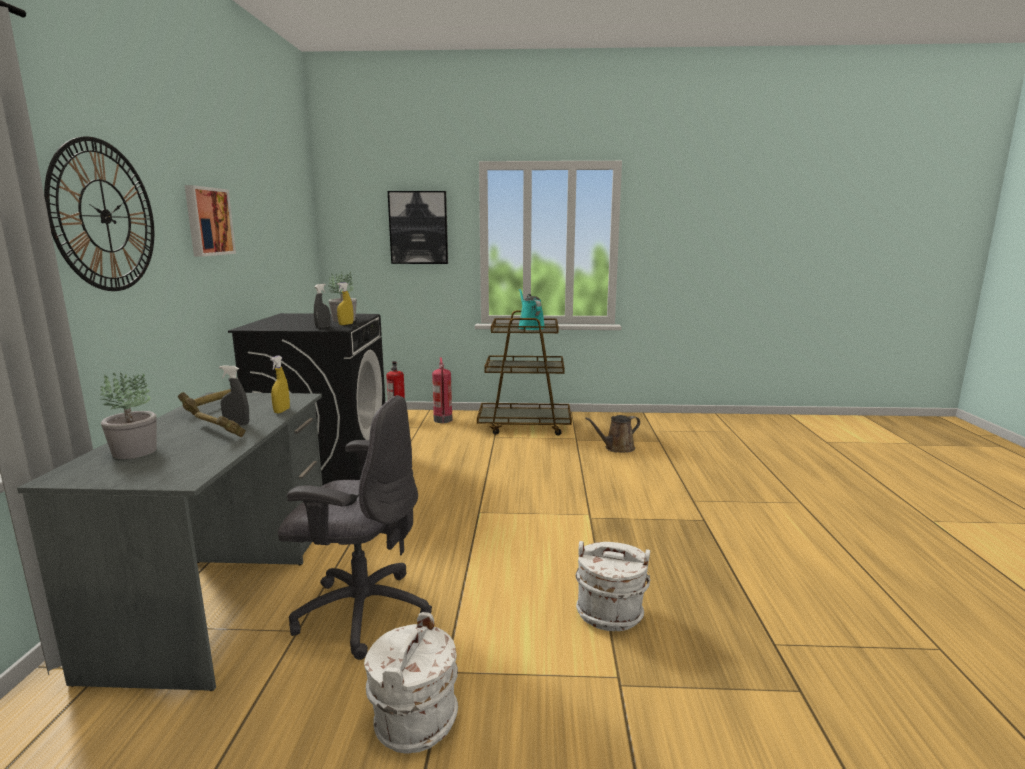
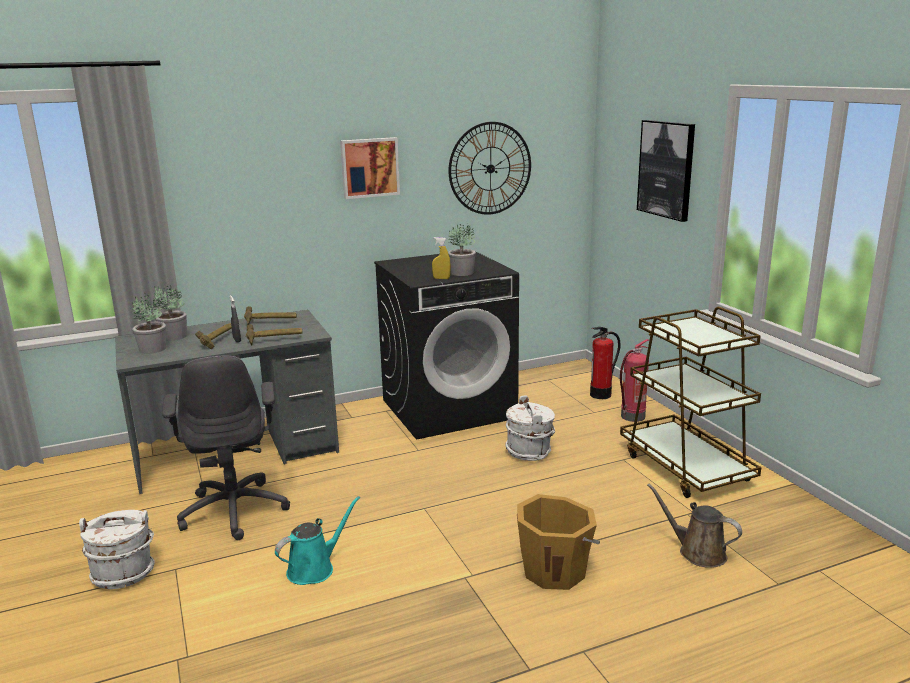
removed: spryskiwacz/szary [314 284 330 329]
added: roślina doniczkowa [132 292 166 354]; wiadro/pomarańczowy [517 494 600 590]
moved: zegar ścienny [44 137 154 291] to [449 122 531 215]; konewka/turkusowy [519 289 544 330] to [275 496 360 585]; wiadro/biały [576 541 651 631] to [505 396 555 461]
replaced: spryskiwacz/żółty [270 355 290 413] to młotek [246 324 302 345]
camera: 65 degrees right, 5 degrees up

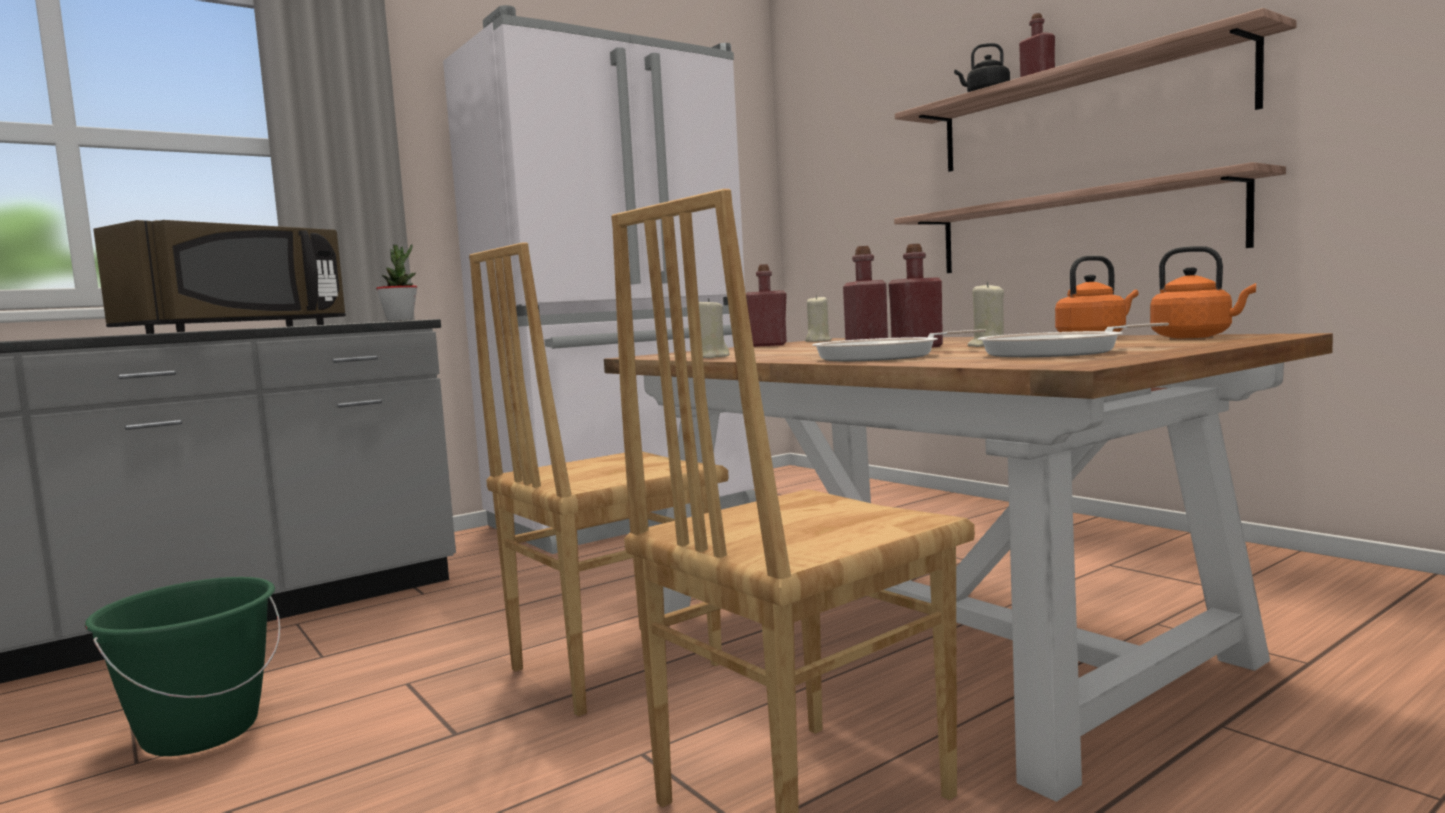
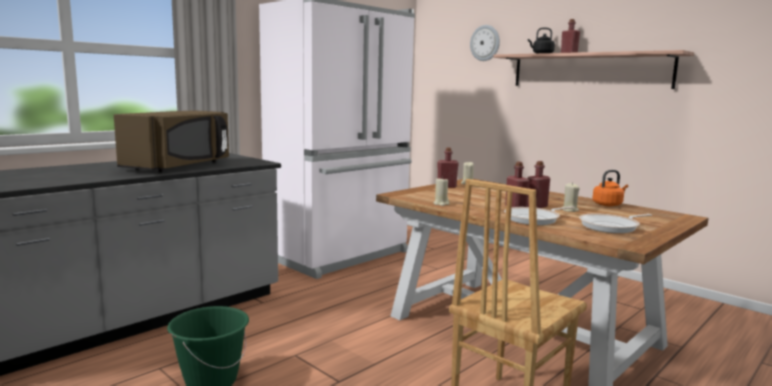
removed: roślina doniczkowa [376 244 417 321]; krzesło/brązowy [469 242 729 717]; półka [894 162 1286 273]; czajnik/pomarańczowy [1150 246 1256 338]
added: zegar ścienny [470 25 500 61]
camera: 10 degrees left, 5 degrees up

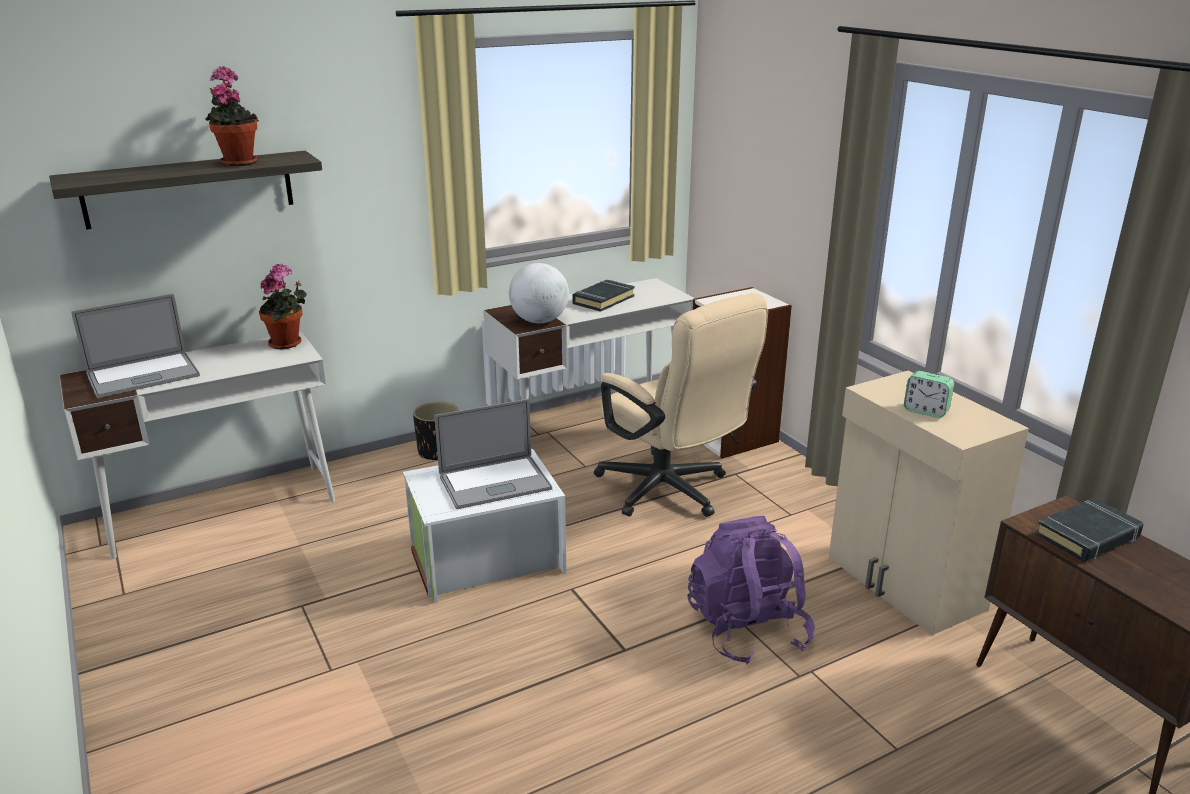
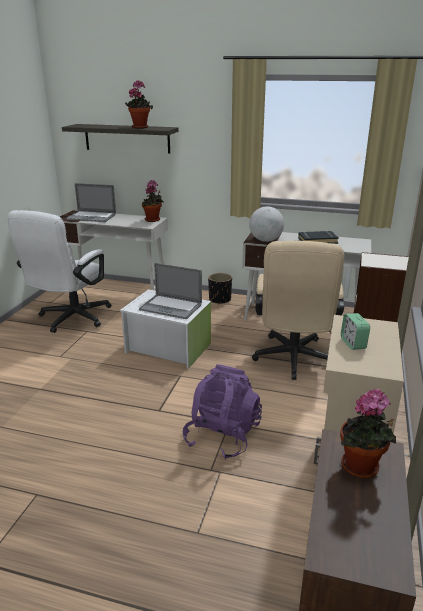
added: krzesło biurowe/biały [7 210 111 333]
replaced: książka/czarny [1035 497 1144 562] to roślina doniczkowa [340 389 396 478]
camera: 45 degrees right, 0 degrees up

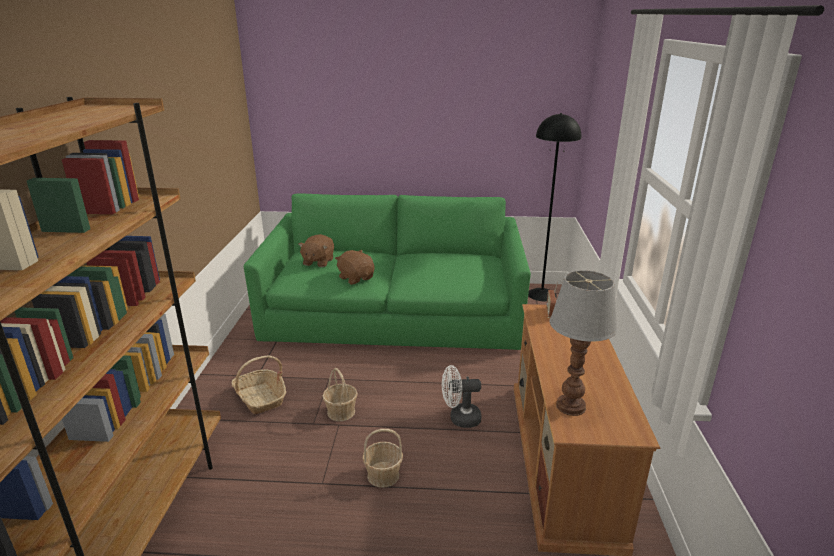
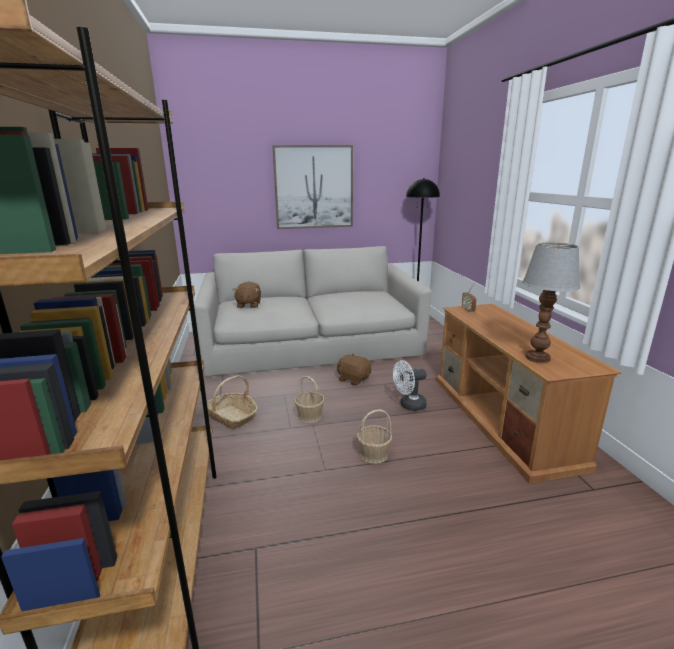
added: obraz [273 145 353 229]
moved: pluszak/brązowy [335 250 374 285] to [337 354 372 386]
recoloured: kanapa/zielony [244 193 531 350] to kanapa/szary [194 246 432 377]
camera: 15 degrees left, 5 degrees down

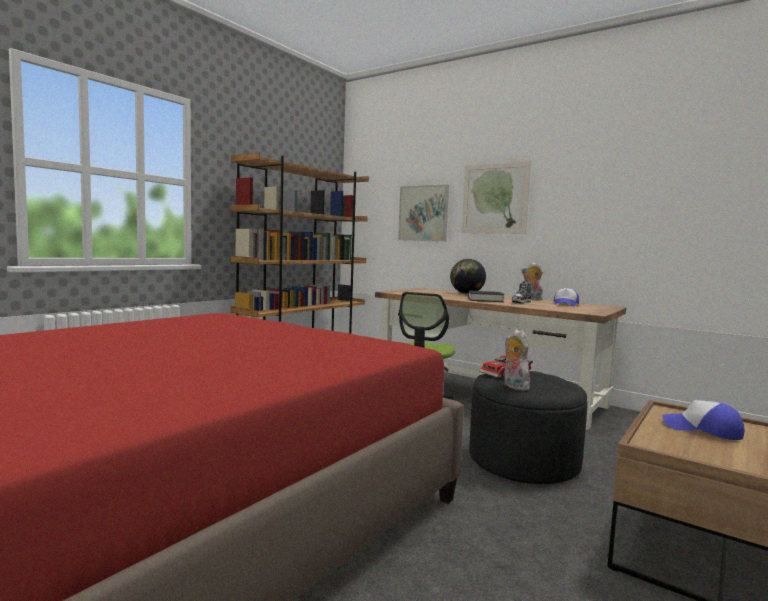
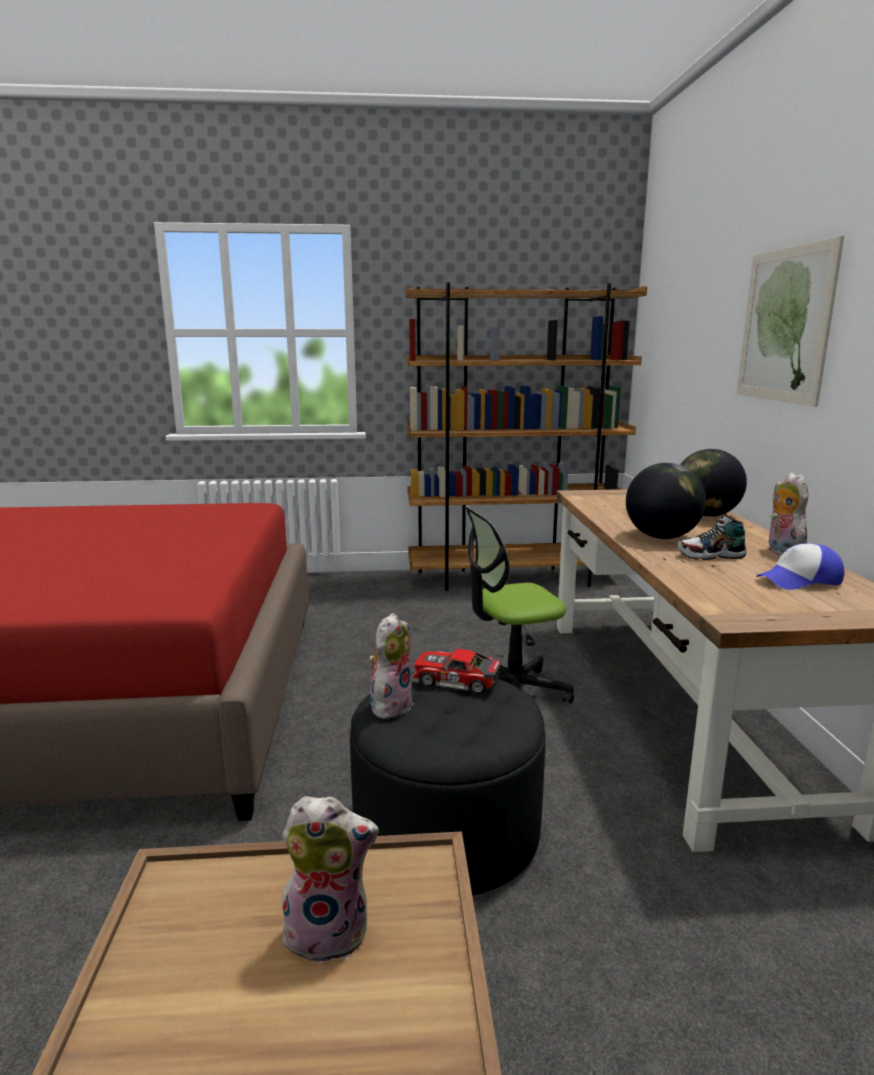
removed: obraz [398 185 449 242]
replaced: książka/czarny [468 291 505 302] to globus [626 463 706 539]; czapka z daszkiem [662 400 745 440] to pluszak [282 796 379 964]
camera: 50 degrees right, 10 degrees up

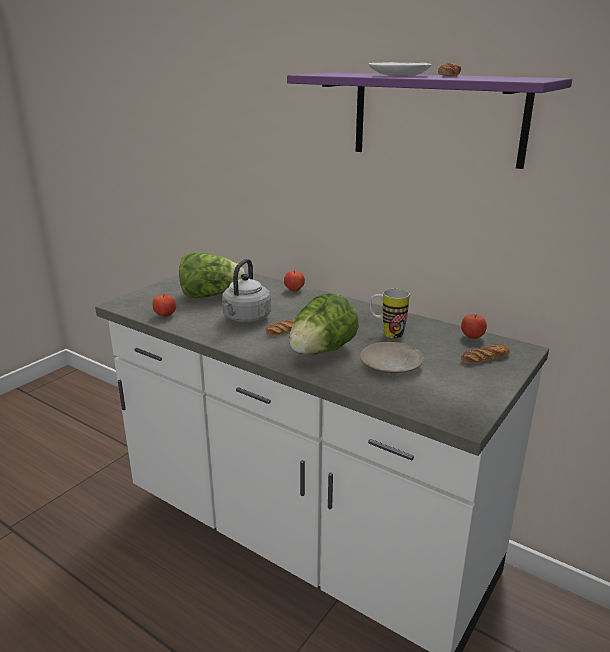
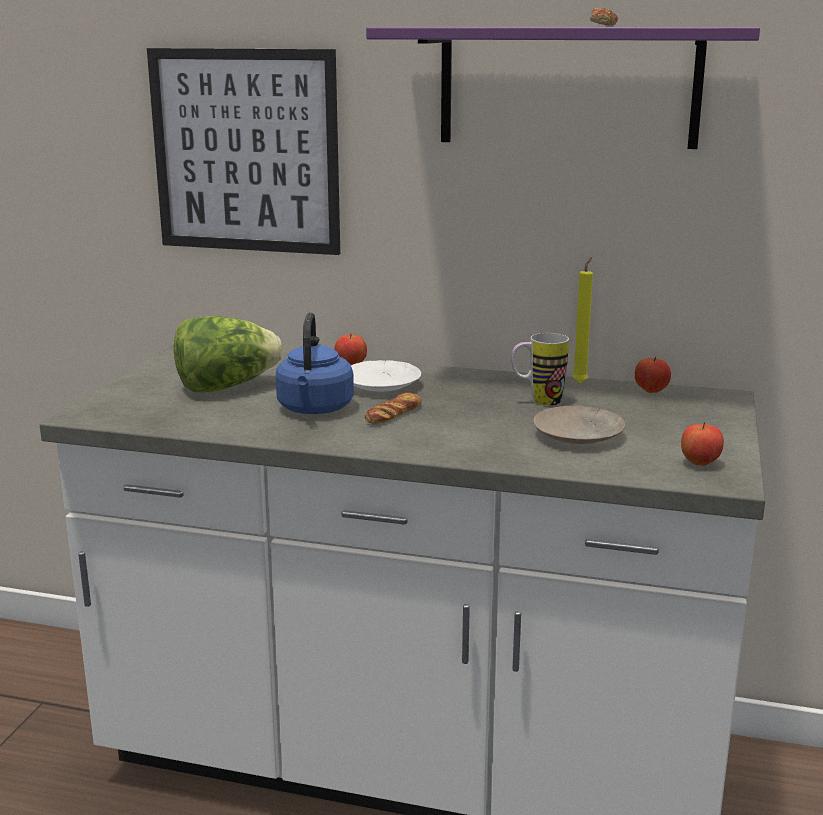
removed: sałata [289 293 359 355]; chleb [461 344 510 364]
added: obraz [147 48 340 255]; świeca/żółty [572 257 593 383]
moved: jabłko [152 294 176 317] to [681 422 724 466]; talerz/biały [368 62 432 76] to [351 360 421 392]
recoloured: czajnik/szary [222 259 271 323] to czajnik/niebieski [276 312 354 414]
camera: 20 degrees left, 5 degrees down

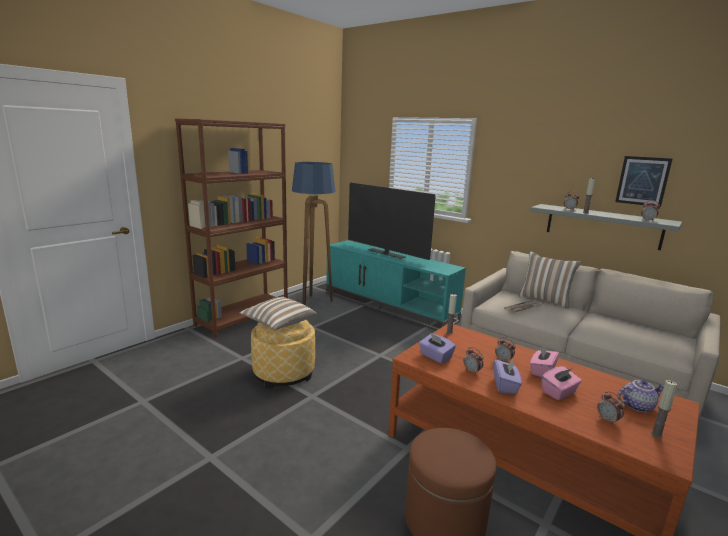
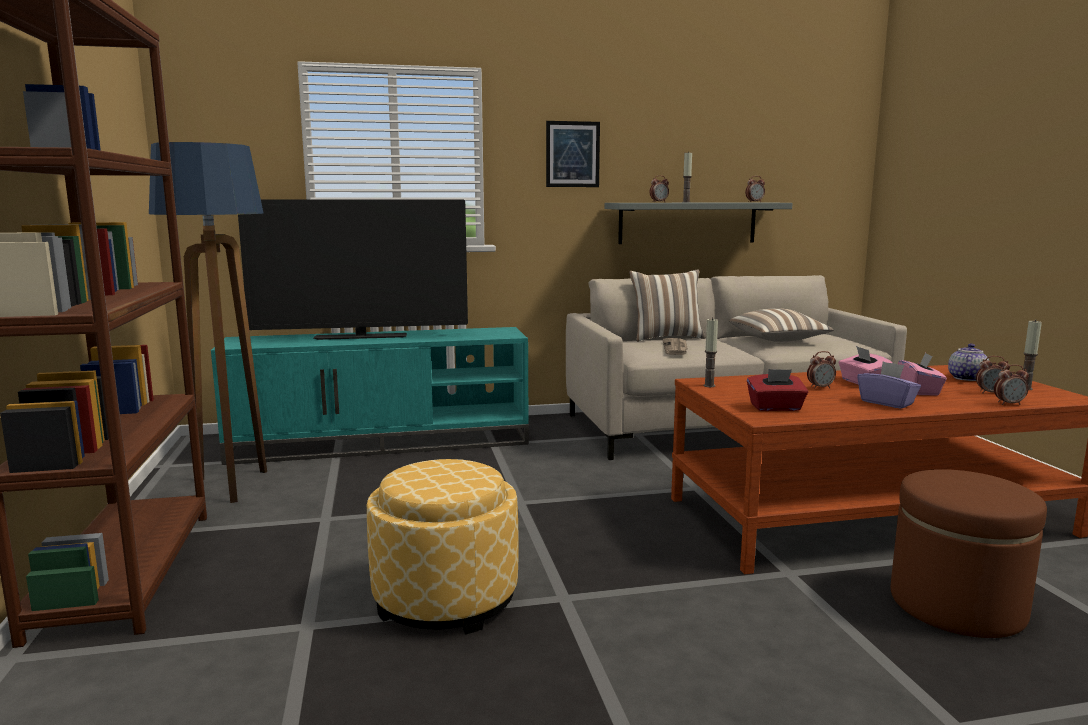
moved: poduszka [239 297 317 330] to [730 308 833 342]; budzik [464 347 483 375] to [994 365 1029 405]; obraz [615 156 672 207] to [546 121 600 187]
recoloured: pudełko chusteczek/fioletowy [419 333 456 364] to pudełko chusteczek/czerwony [747 369 808 411]
camera: 50 degrees left, 5 degrees down

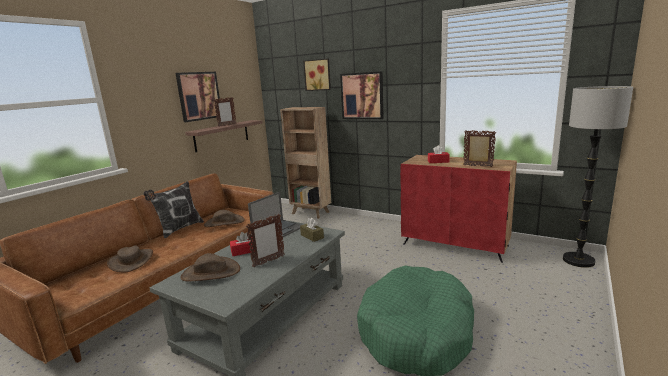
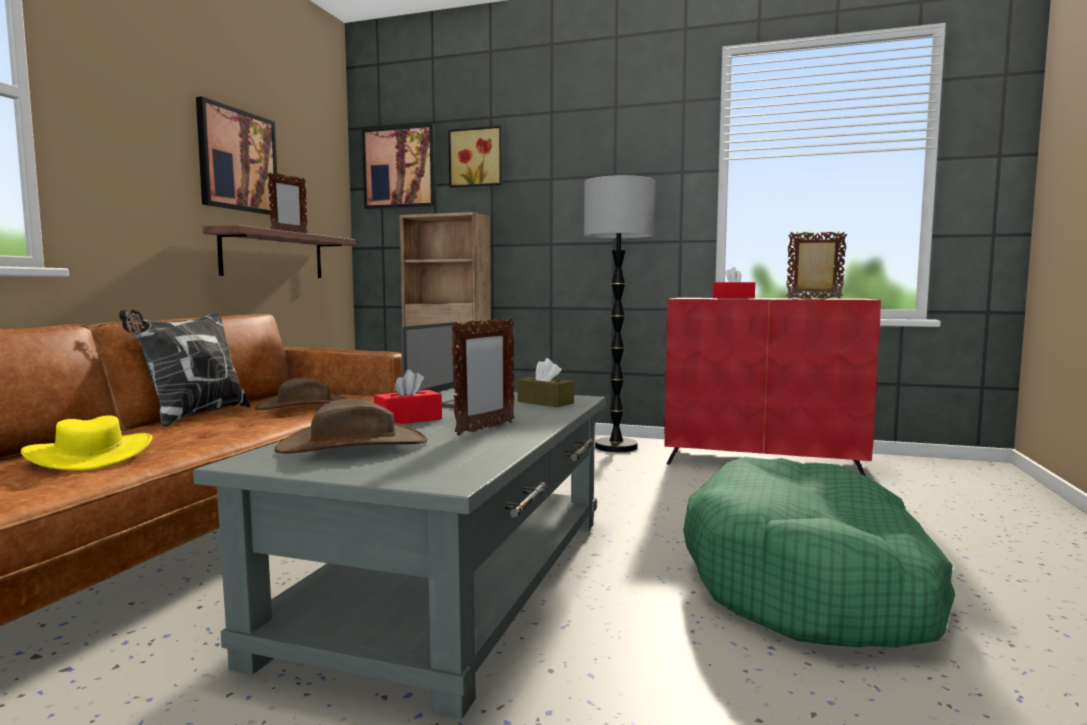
moved: obraz [340 71 384 119] to [362 123 436 209]; lampa stojąca [563 86 633 268] to [584 175 655 452]
recoloured: kapelusz/brązowy [107 245 153 272] to kapelusz/żółty [21 415 152 471]
camera: 15 degrees left, 10 degrees down

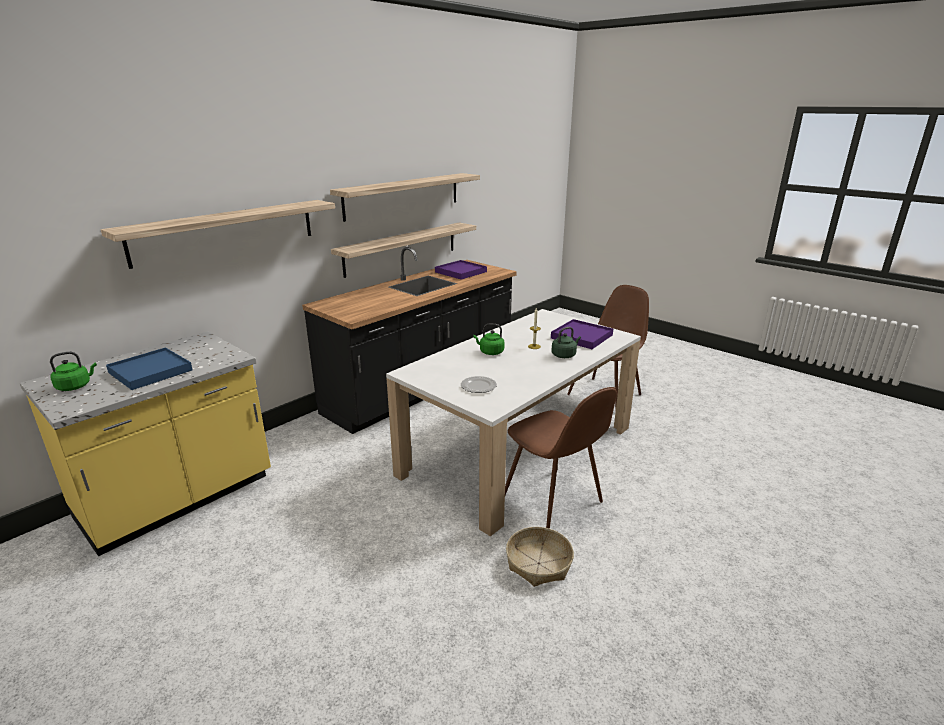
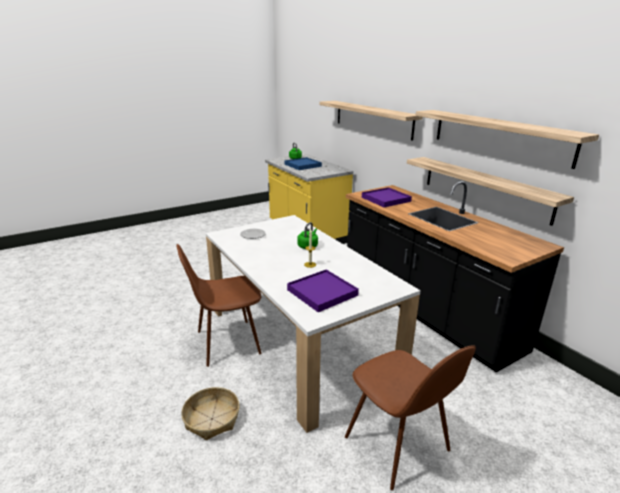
removed: czajnik/zielony [551 327 581 358]
moved: taca/fioletowy [435 260 487 280] to [362 187 412 207]; koszyk [506 527 574 587] to [181 387 240 440]
camera: 105 degrees right, 0 degrees up

